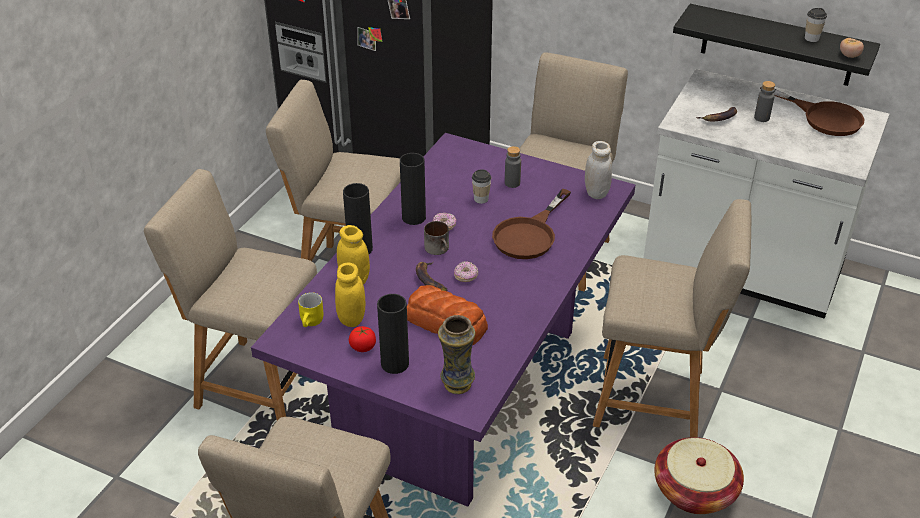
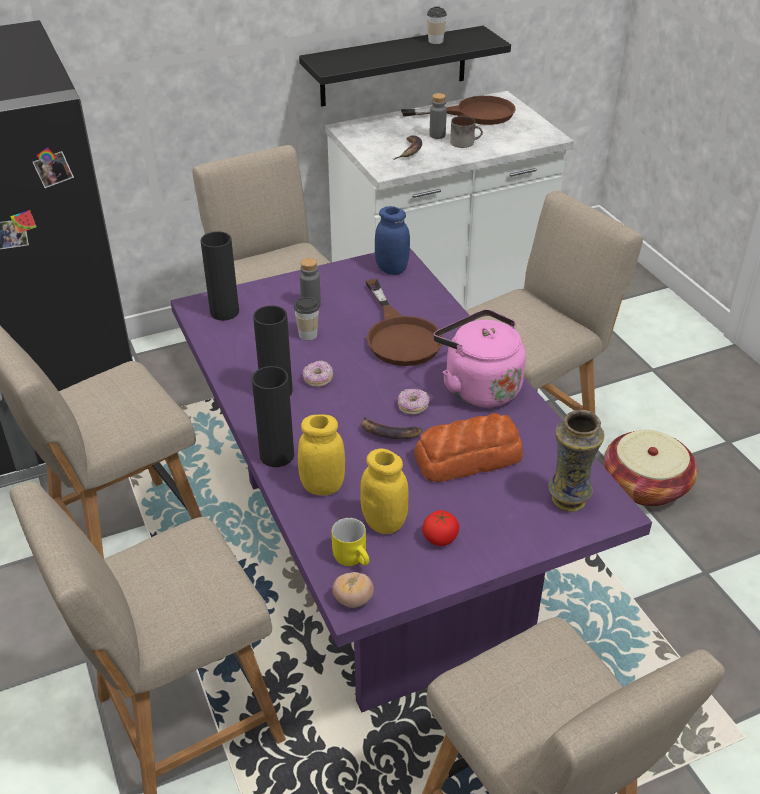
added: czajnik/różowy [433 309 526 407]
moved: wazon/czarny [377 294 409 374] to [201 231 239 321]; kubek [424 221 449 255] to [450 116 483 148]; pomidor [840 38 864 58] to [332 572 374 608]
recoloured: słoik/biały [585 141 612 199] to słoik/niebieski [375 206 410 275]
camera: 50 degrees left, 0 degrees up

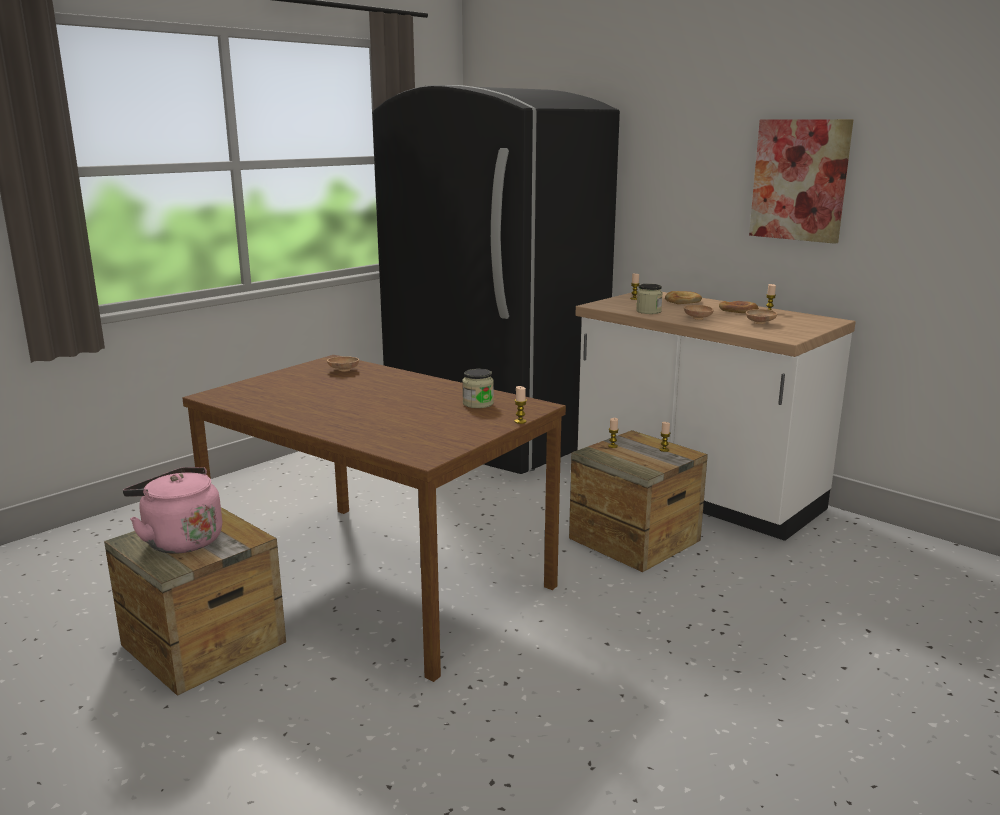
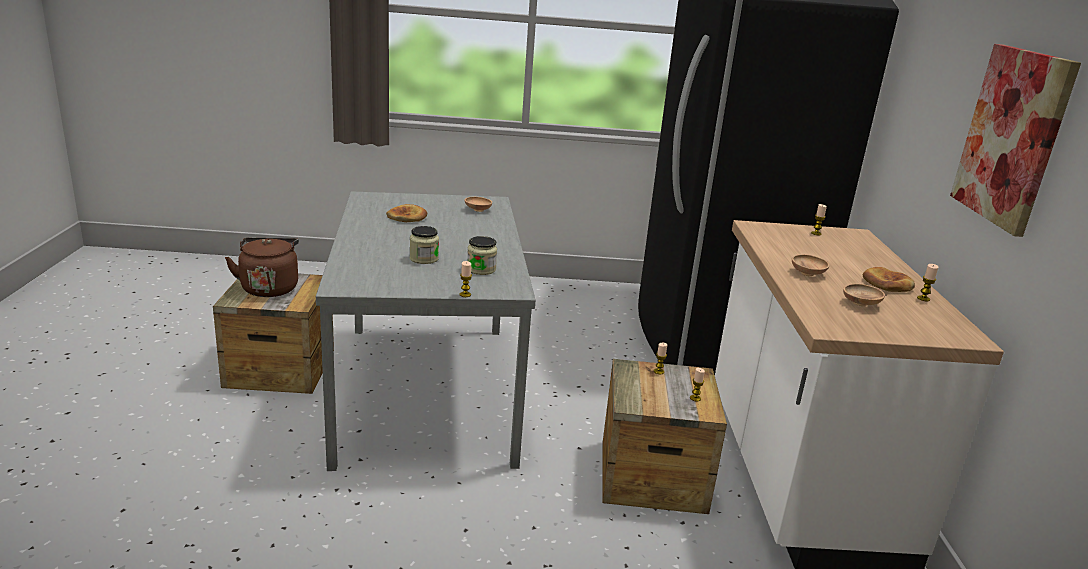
moved: słoik [636 284 663 314] to [410 226 439 264]; chleb [665 291 702 304] to [386 204 428 222]
recoloured: czajnik/różowy [123 467 222 554] to czajnik/brązowy [225 238 299 297]; stół jadalny/brązowy [182 355 566 682] to stół jadalny/szary [316 191 536 471]
camera: 45 degrees right, 5 degrees up

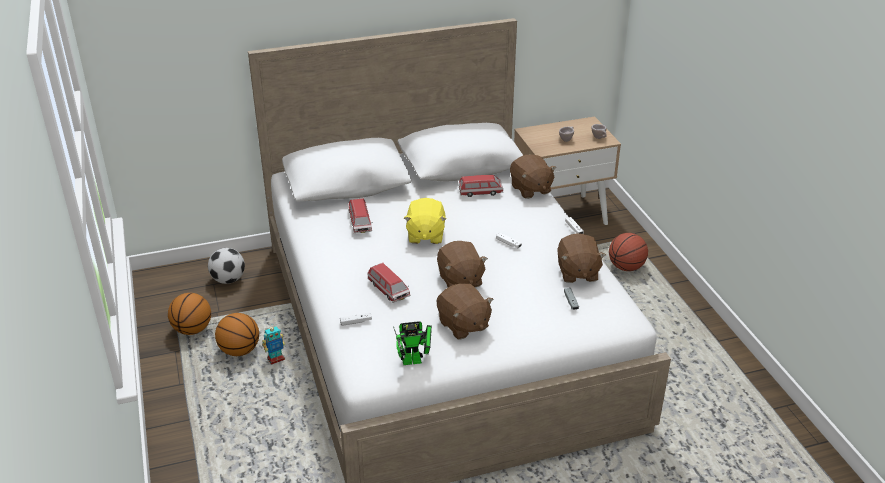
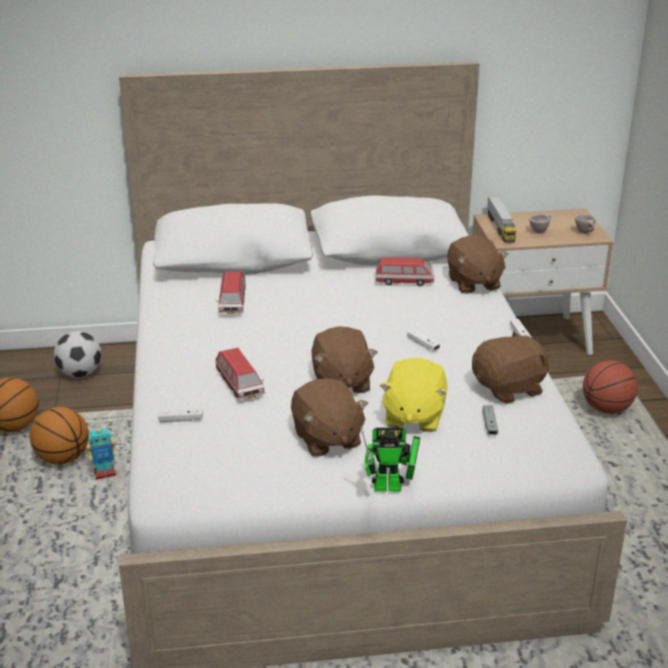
added: ciężarówka zabawkowa [487 196 516 243]
moved: robot zabawkowy [393 321 432 365] to [361 427 420 492]; pluszak/żółty [404 198 447 244] to [379 358 447 432]
turned: pluszak/brązowy [557 233 606 283] = [472 331 549 404] 120 degrees counterclockwise
camera: 10 degrees right, 5 degrees down

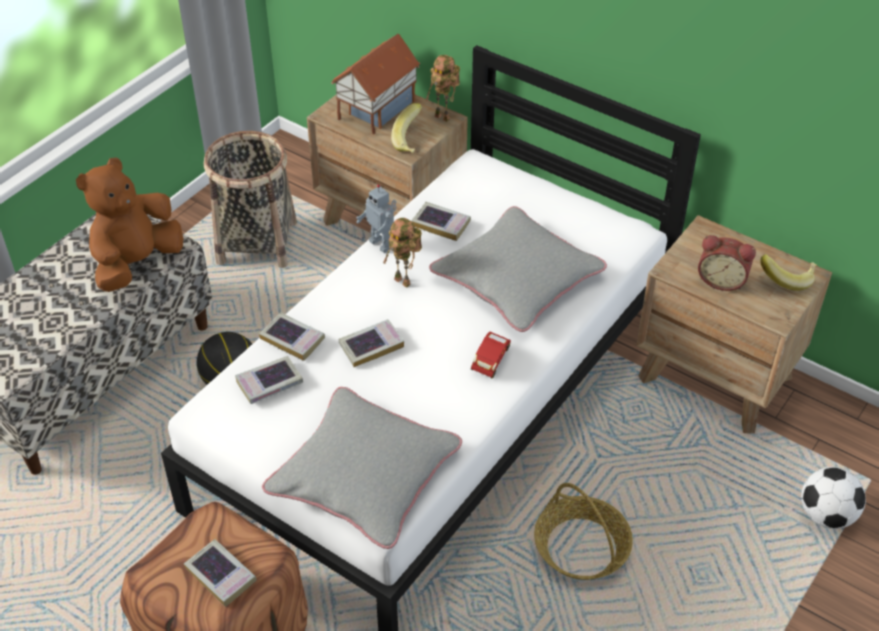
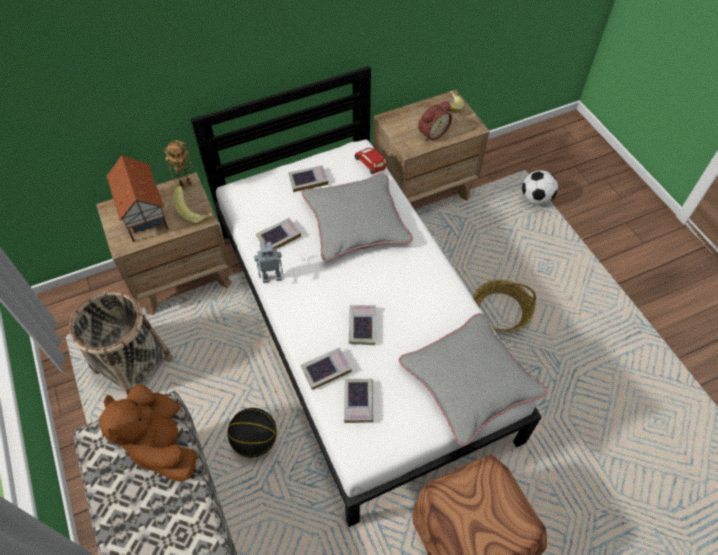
removed: robot zabawkowy [383 218 422 288]
moved: książka [184 539 257 607] to [288 165 328 192]; samochodzik/czerwony [471 332 511 379] to [355 148 386 175]
camera: 60 degrees left, 10 degrees up

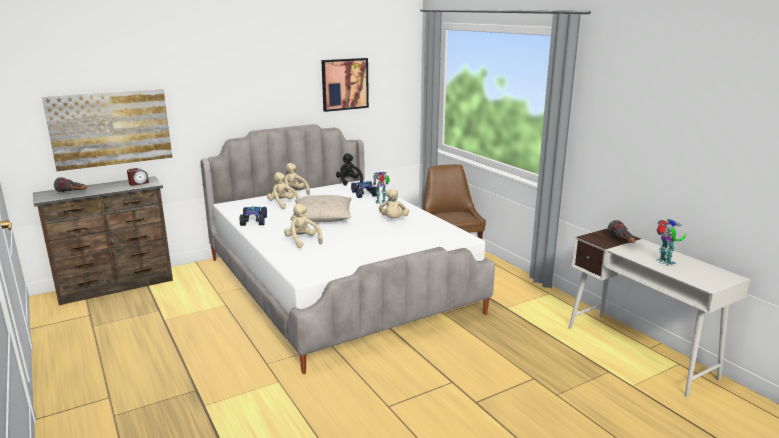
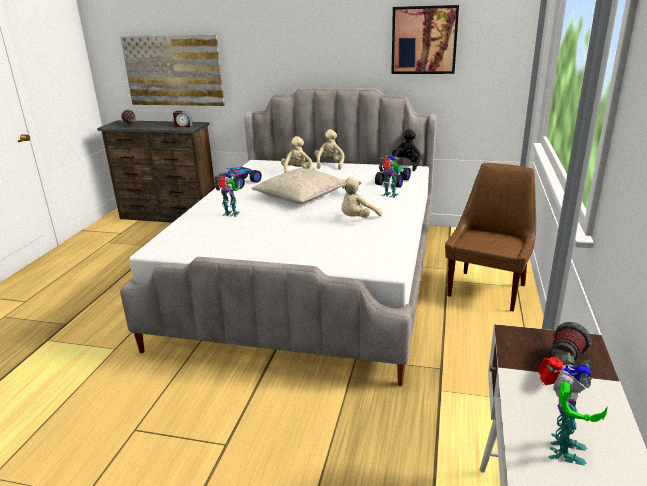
replaced: pluszak/beżowy [284 204 323 248] to robot zabawkowy [213 172 241 217]
camera: 45 degrees right, 5 degrees up

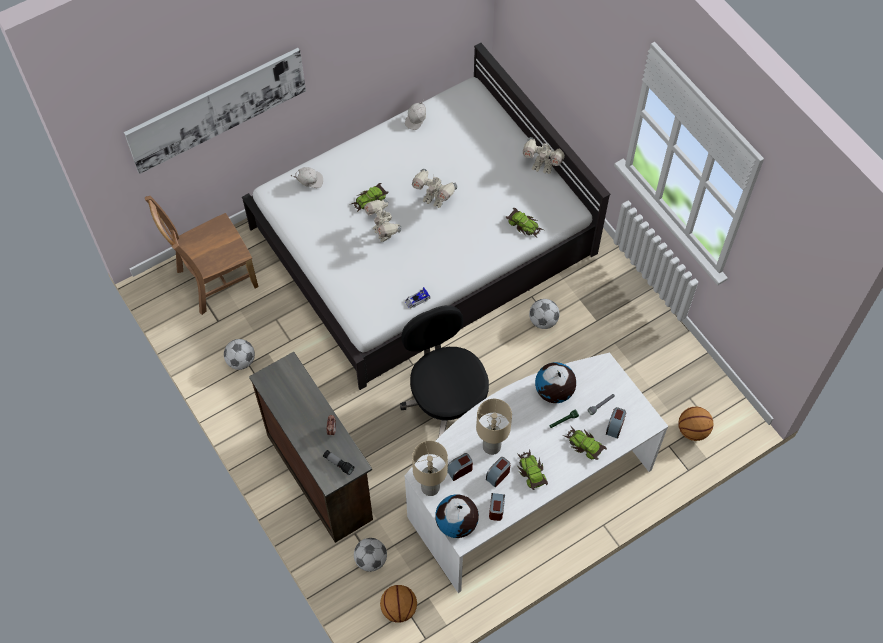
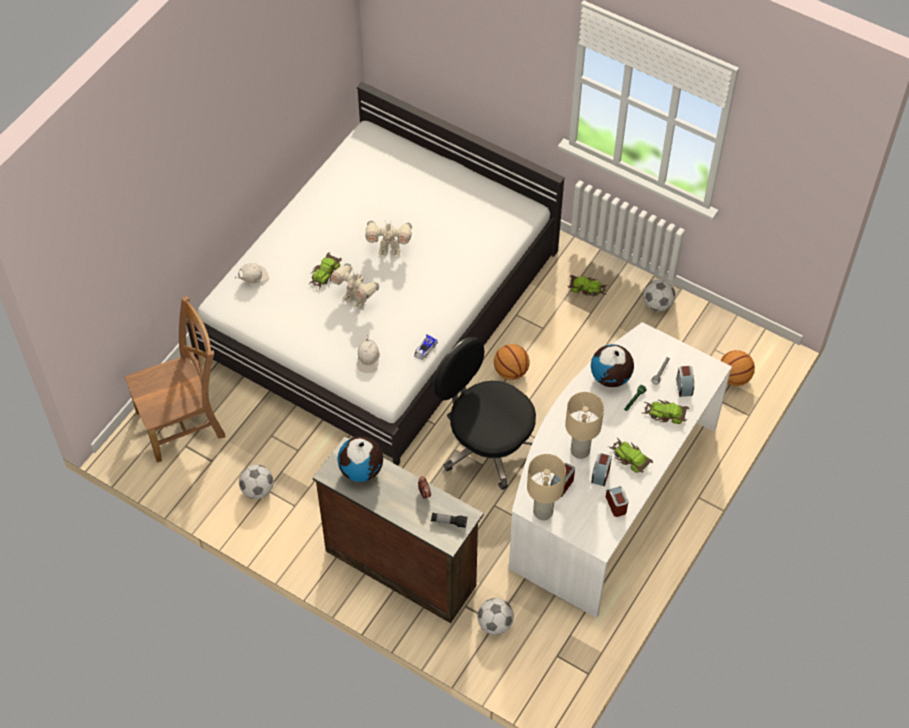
removed: obraz [124 48 306 174]; robot zabawkowy [523 137 565 174]
moved: piłka do koszykówki [380 585 417 623] to [494 344 529 380]; czapka z daszkiem/biały [405 102 426 130] to [357 335 380 373]; globus [435 494 479 538] to [338 436 383 482]; samochodzik [506 208 543 237] to [567 275 609 297]; piłka futbolowa [529 299 560 329] to [643 279 675 311]
turned: krzesło/brązowy [145 196 258 315] = [125 296 225 463] 150 degrees counterclockwise
camera: 25 degrees left, 5 degrees down

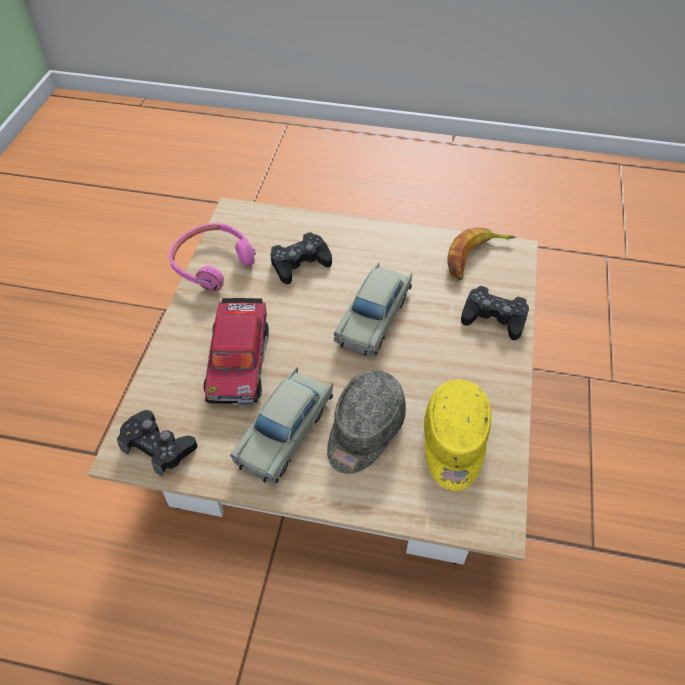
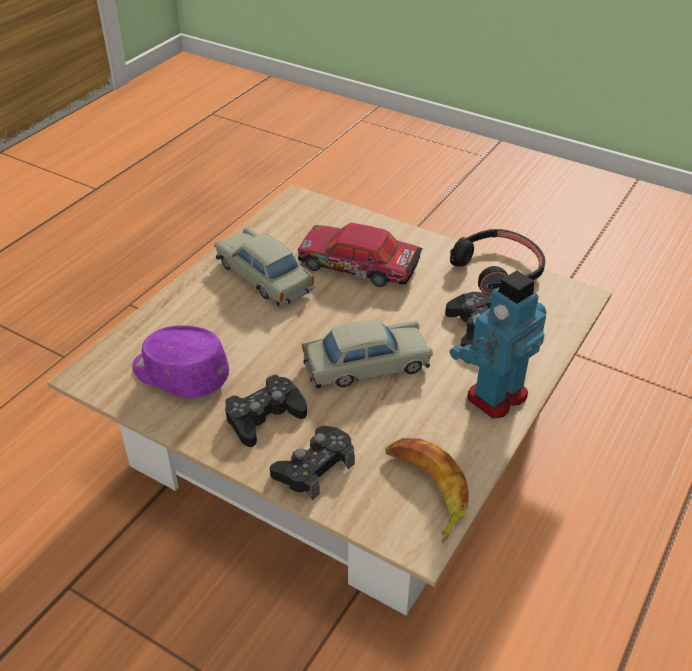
removed: czapka z daszkiem/szary [327 370 406 474]
added: robot zabawkowy [450 270 546 418]
moved: pad do gier/czarny [117 410 197 477] to [225 375 307 447]
recoloured: słuchawki/różowy [169 223 256 291] to słuchawki/czarny [450 229 545 295]; czapka z daszkiem/żółty [424 379 491 491] to czapka z daszkiem/fioletowy [132 325 229 399]
turned: samochodzik/beżowy [334 262 412 356] = [302 320 433 388] 120 degrees clockwise
camera: 110 degrees right, 10 degrees down

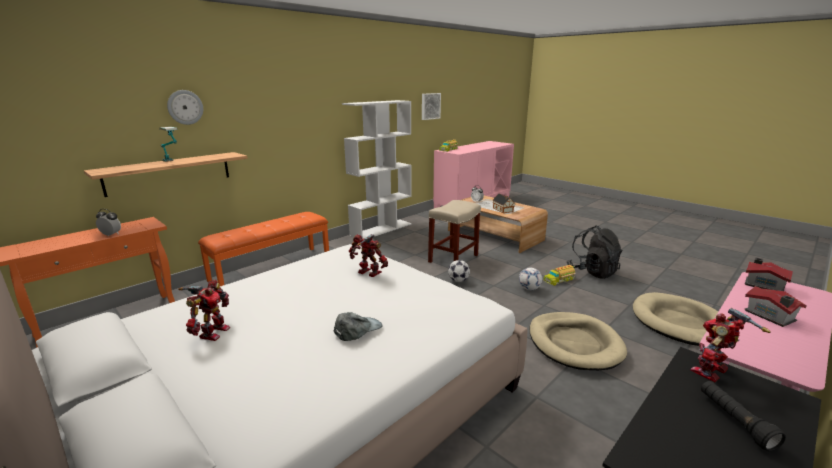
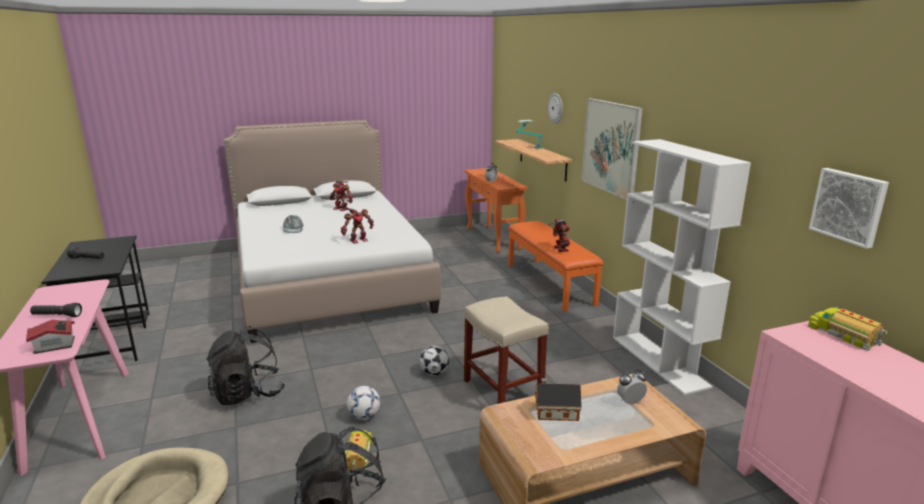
added: obraz [582 98 643 200]
moved: robot zabawkowy [690 307 771 382] to [549 219 570 252]
replaced: legowisko/beżowy [529 312 627 370] to plecak/czarny [206 326 285 405]; domek [745 286 807 327] to latarka/czarny [30 303 82 317]
camera: 115 degrees right, 0 degrees up

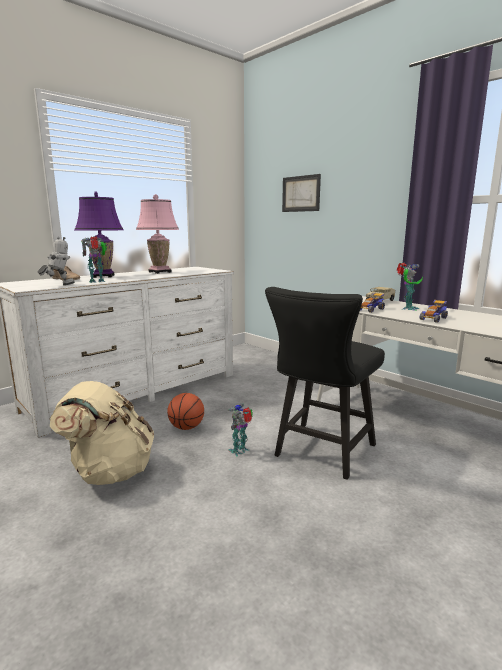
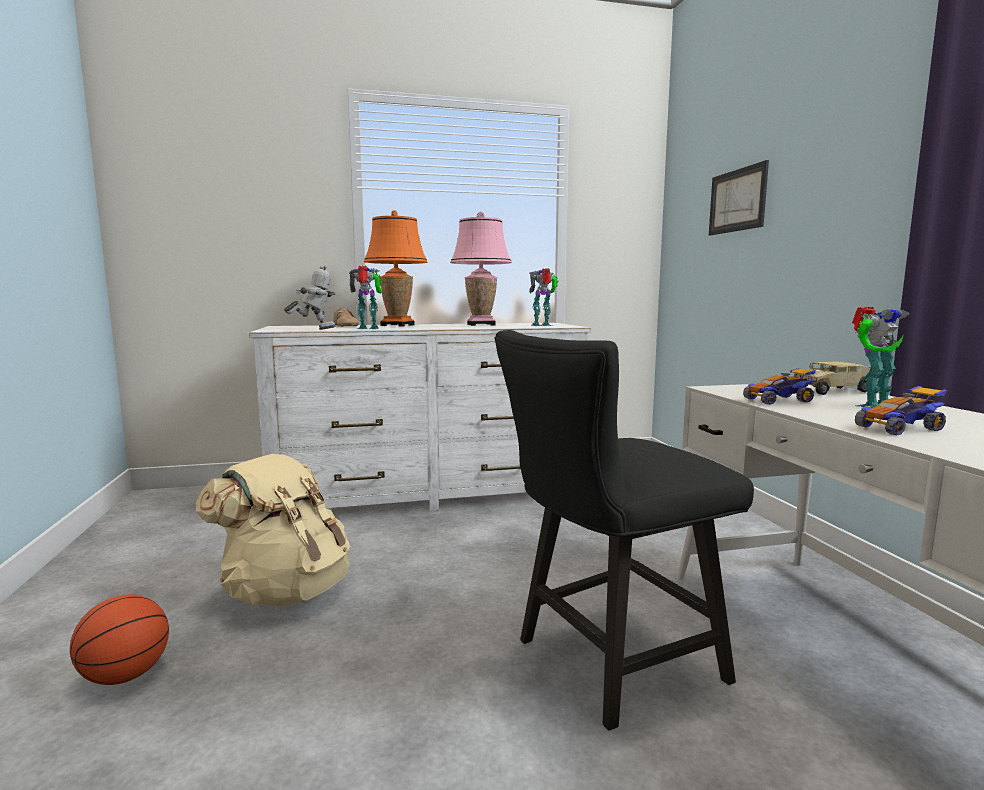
moved: piłka do koszykówki [167 393 204 430] to [70 595 169 685]; robot zabawkowy [228 403 253 457] to [529 268 558 326]
recoloured: lampa stołowa/fioletowy [75 192 124 278] to lampa stołowa/pomarańczowy [364 210 428 327]
camera: 30 degrees right, 5 degrees down

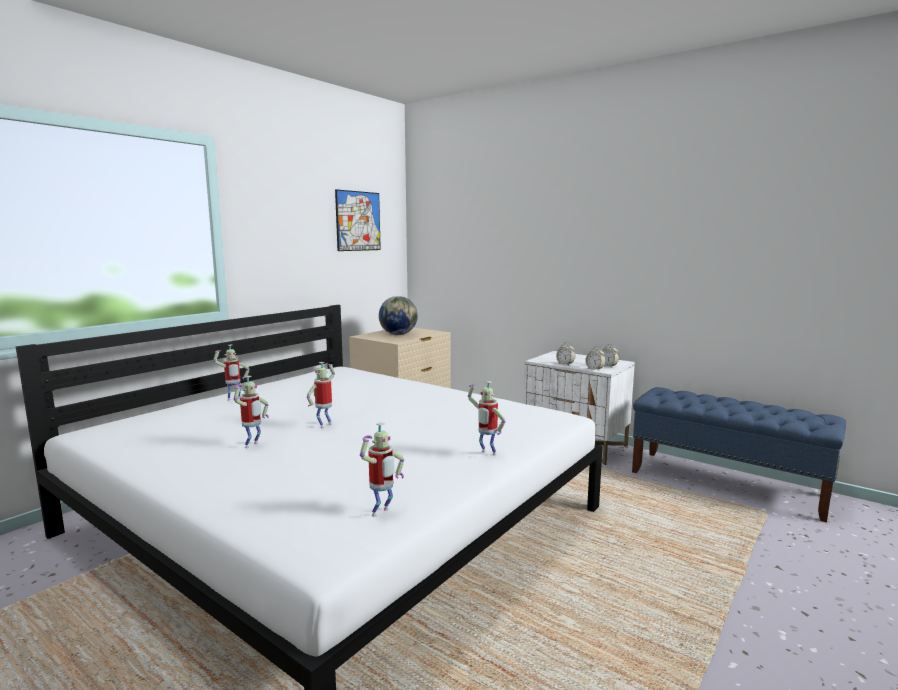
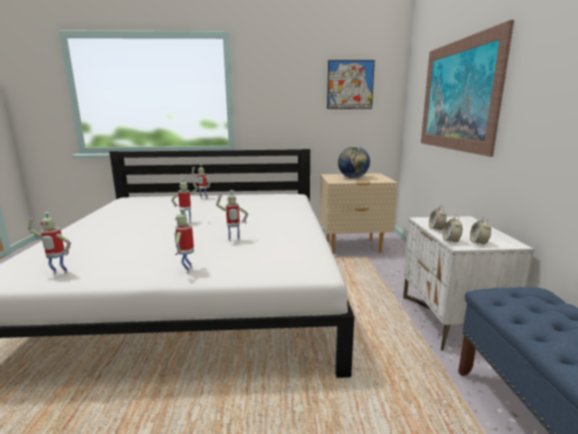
added: obraz [421 20 514 157]
moved: robot zabawkowy [234 376 269 448] to [216 190 248 241]
camera: 50 degrees right, 5 degrees up

